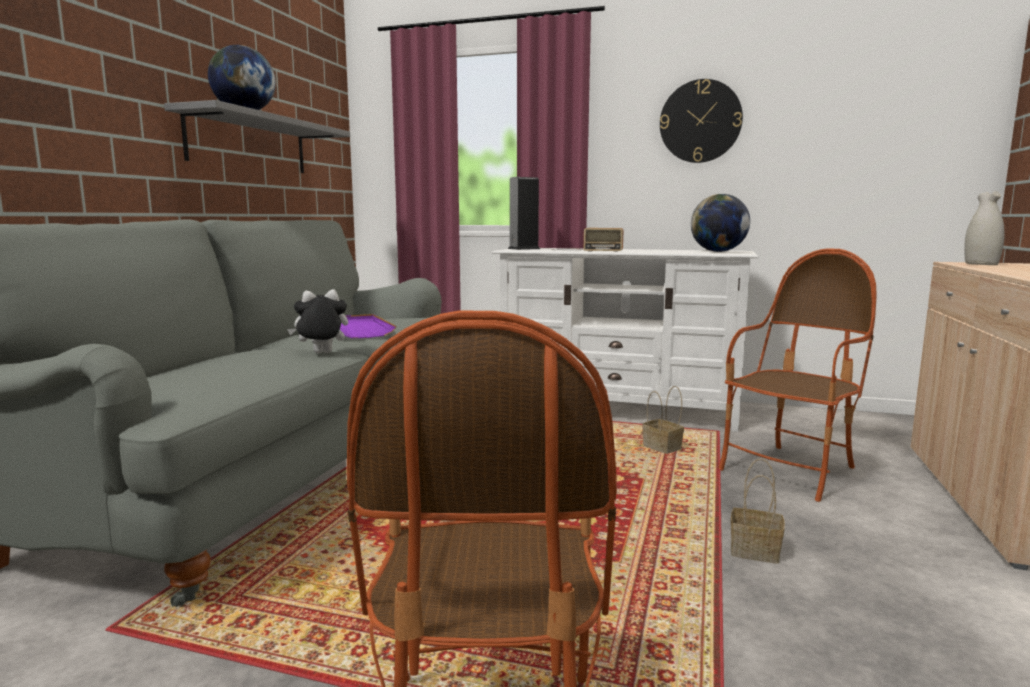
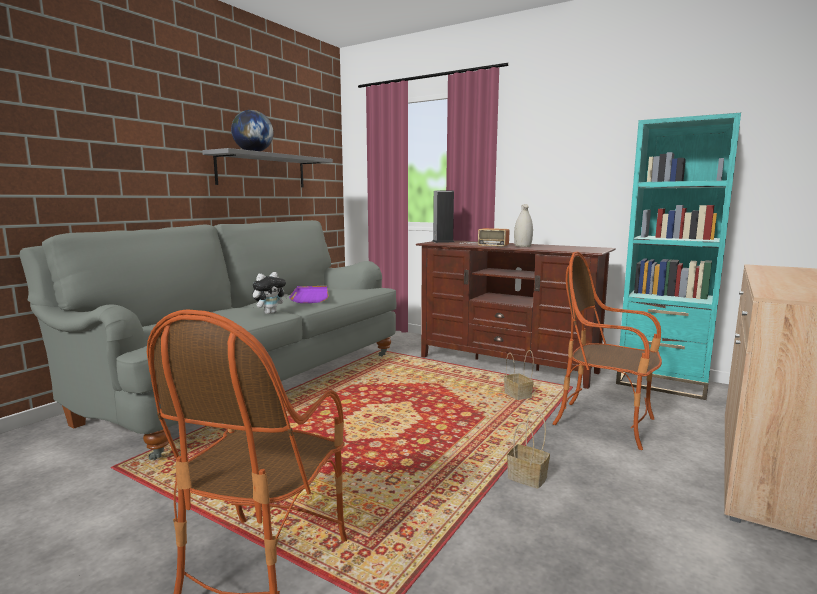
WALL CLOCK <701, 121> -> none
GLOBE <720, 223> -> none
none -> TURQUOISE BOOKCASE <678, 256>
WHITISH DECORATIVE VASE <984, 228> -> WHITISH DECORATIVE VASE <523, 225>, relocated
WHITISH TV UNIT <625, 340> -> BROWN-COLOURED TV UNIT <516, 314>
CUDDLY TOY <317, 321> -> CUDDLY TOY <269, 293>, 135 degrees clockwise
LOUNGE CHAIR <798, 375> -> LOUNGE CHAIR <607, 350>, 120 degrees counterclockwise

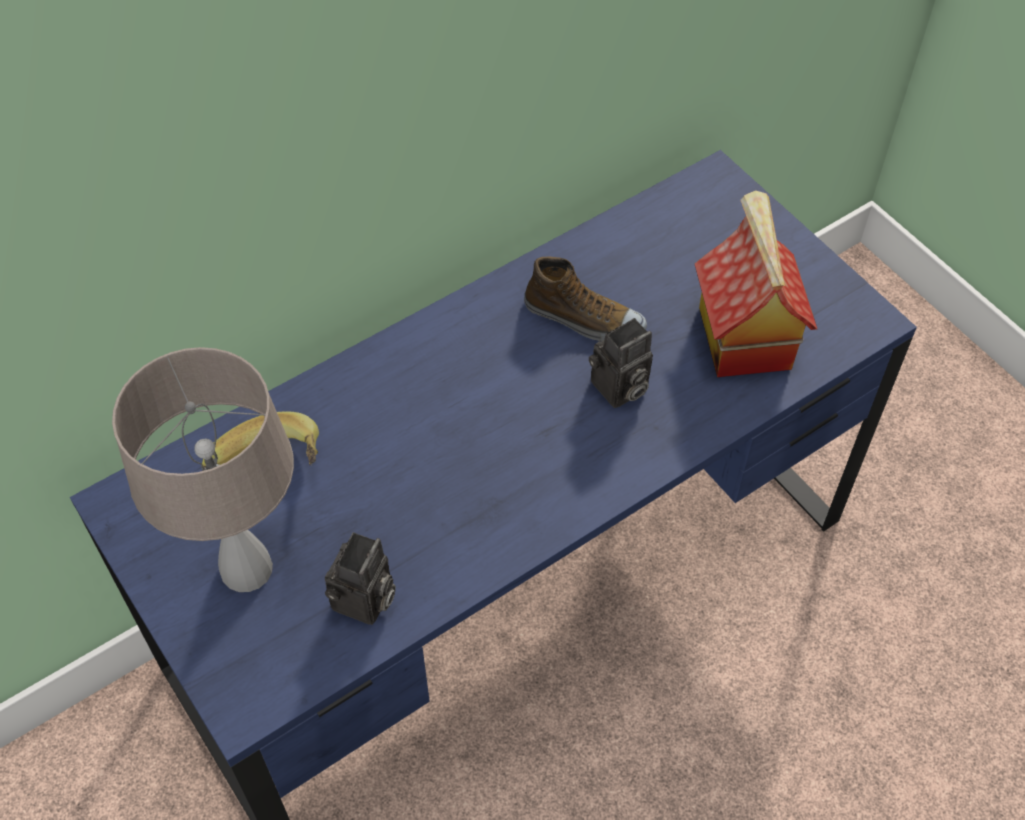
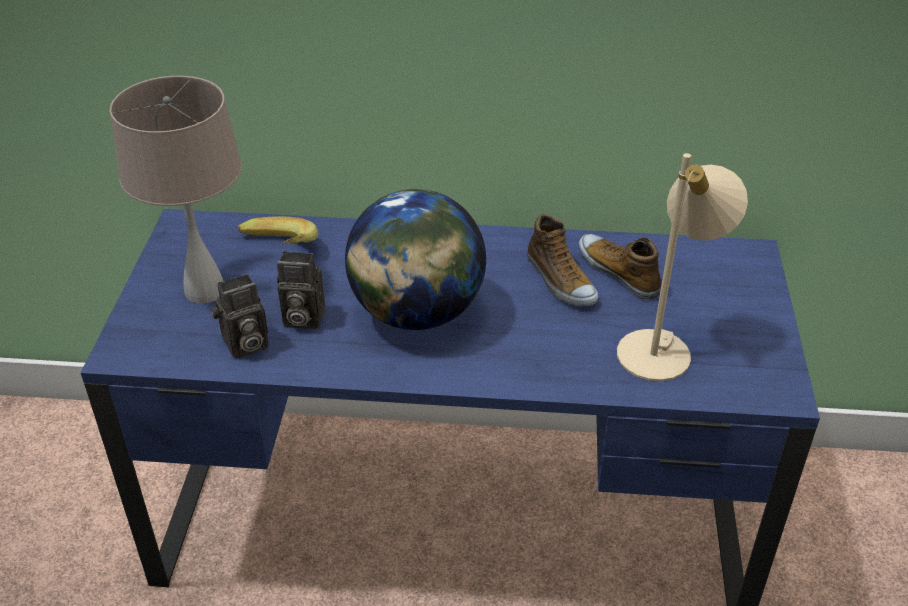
none -> GLOBE <415, 259>
none -> LOW SHOE <620, 267>
PHOTO CAMERA <621, 363> -> PHOTO CAMERA <301, 290>, relocated
MODEL HOUSE <756, 283> -> SAND-COLOURED LAMP FOR A TABLE <682, 267>

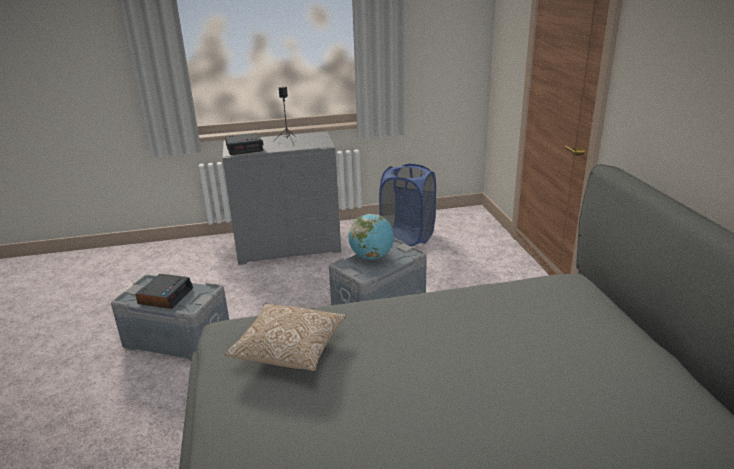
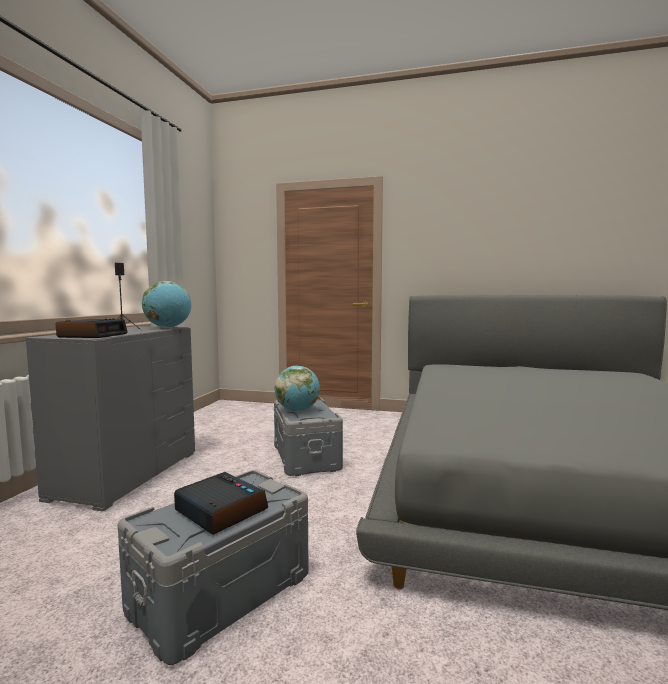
THROW PILLOW <285, 337> -> none
BLUE-COLOURED WASHING BASKET <407, 205> -> none
none -> GLOBE <166, 304>

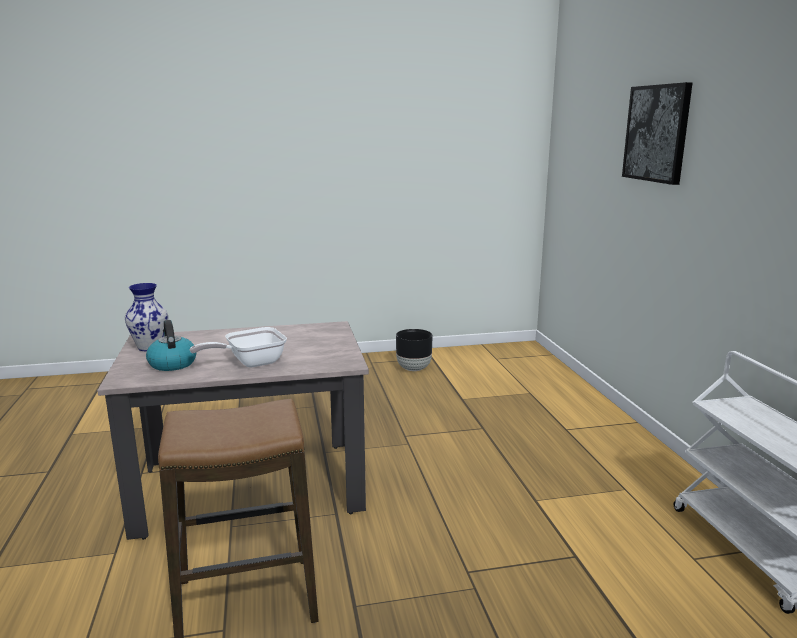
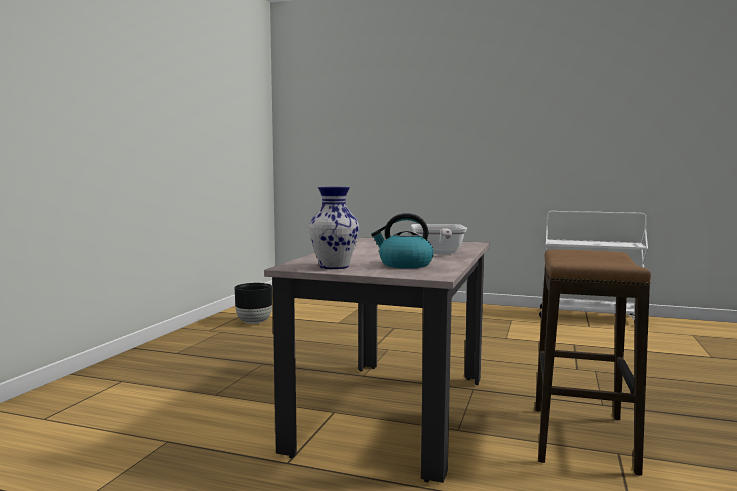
WALL ART <657, 133> -> none

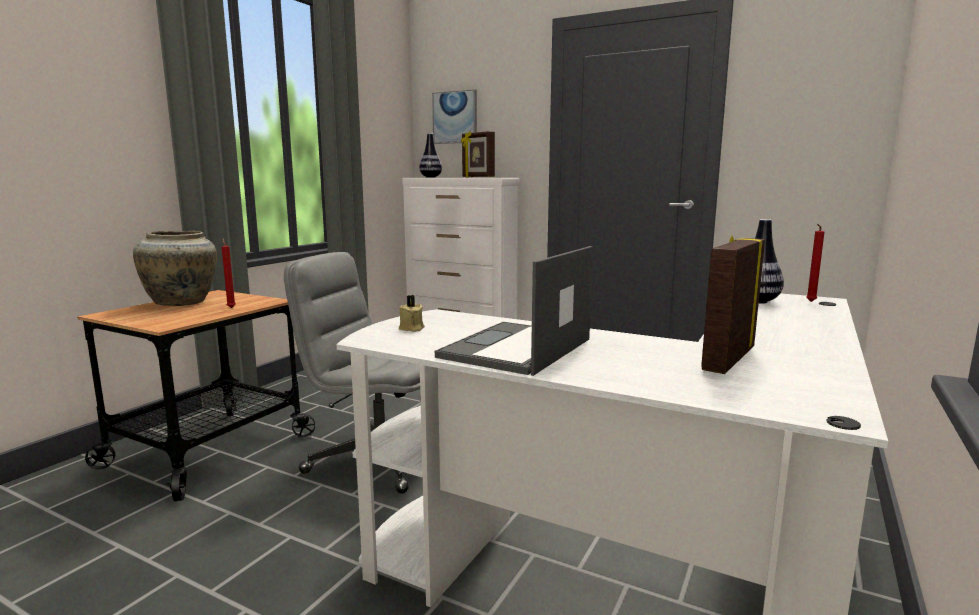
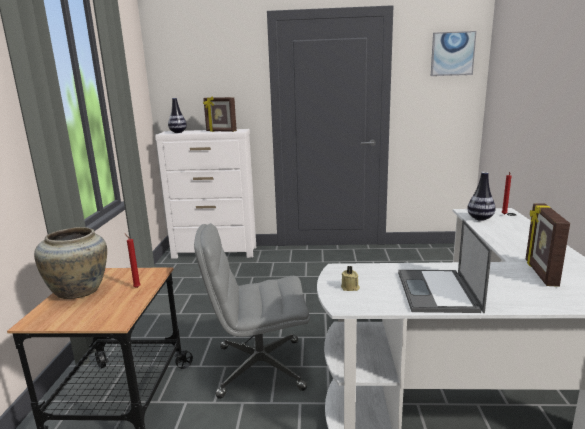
WALL ART <454, 116> -> WALL ART <454, 53>, relocated

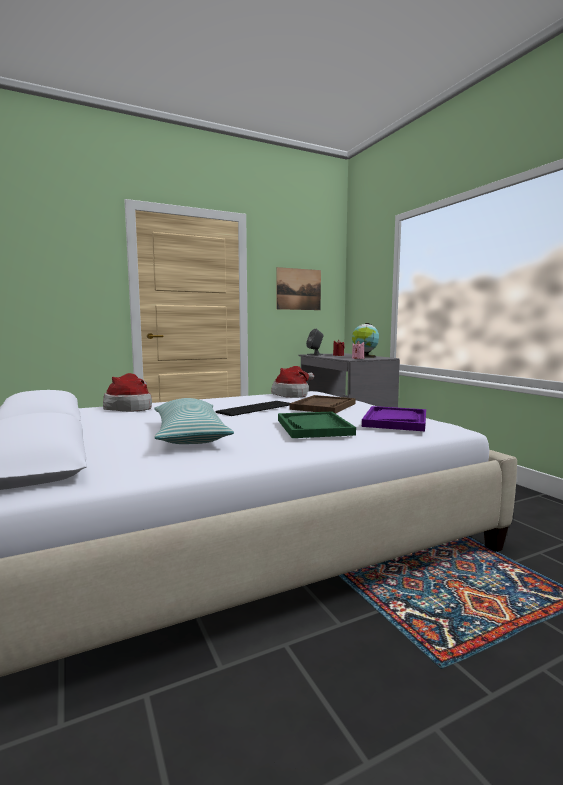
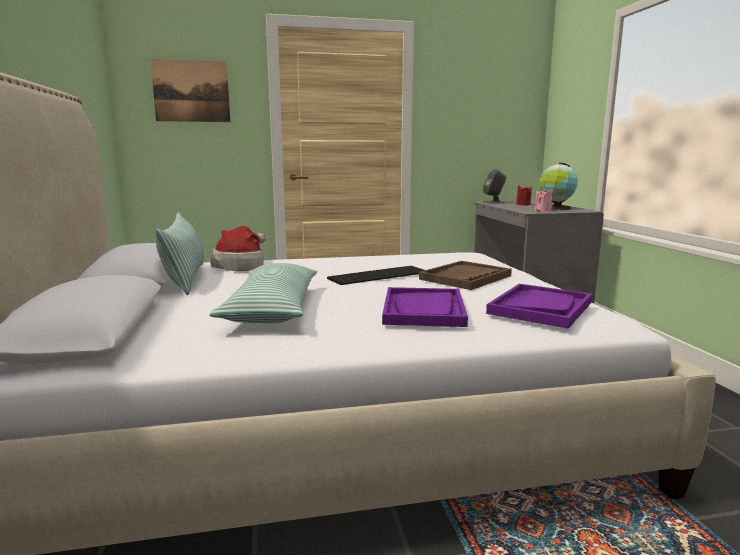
HAT <292, 382> -> none
none -> THROW PILLOW <179, 254>
WALL ART <299, 288> -> WALL ART <190, 90>, relocated
GREEN-COLOURED TRAY <317, 425> -> PURPLE TRAY <425, 307>

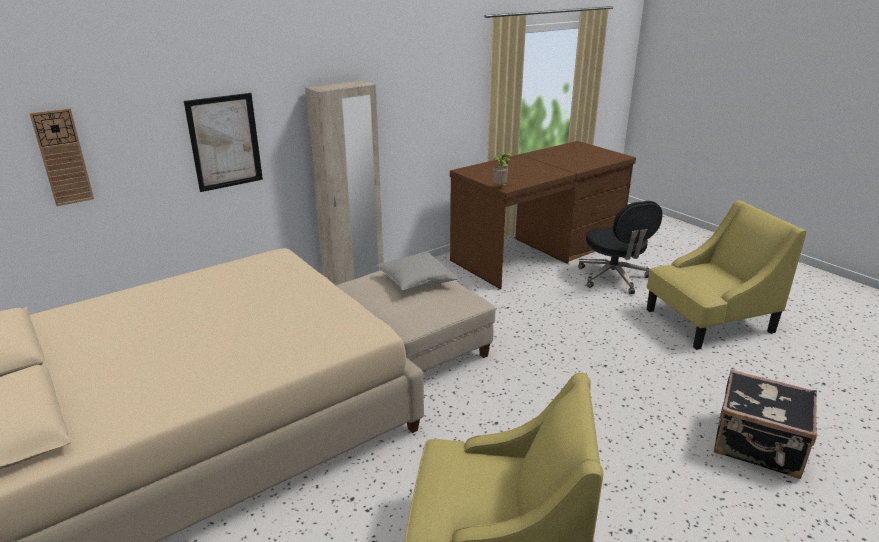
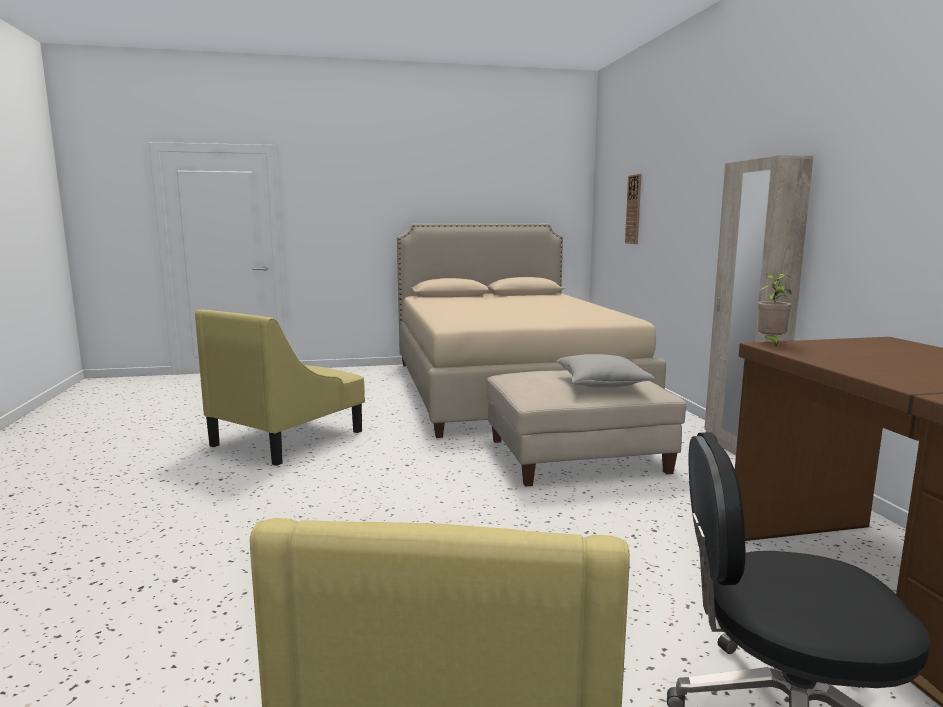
WALL ART <223, 142> -> none
BLACK-COLOURED SUITCASE <765, 424> -> none

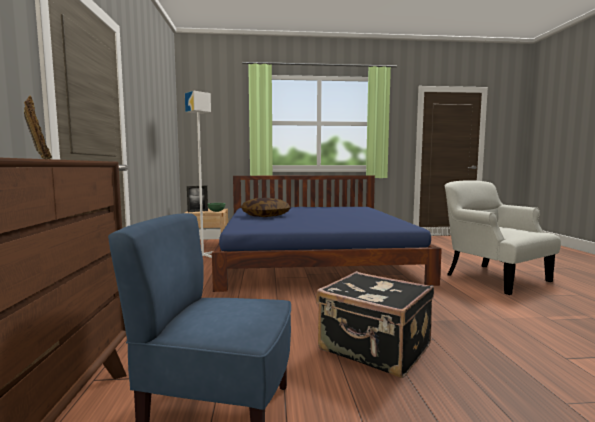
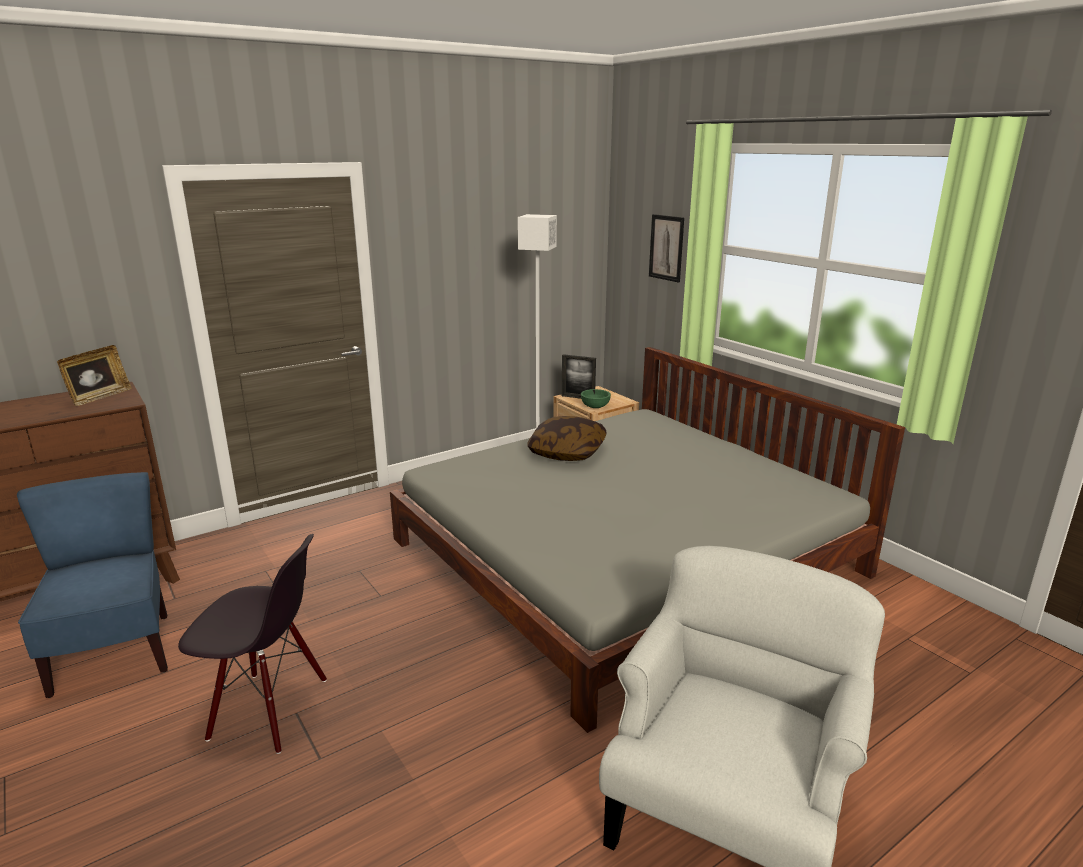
none -> WALL ART <666, 248>
BLACK-COLOURED SUITCASE <375, 324> -> BLACK-COLOURED CHAIR <252, 644>
BLUE-COLOURED SLEEPING BED <327, 233> -> GREY SLEEPING BED <647, 540>

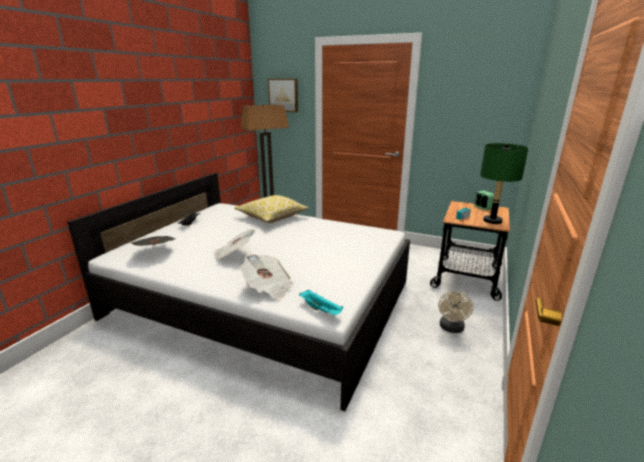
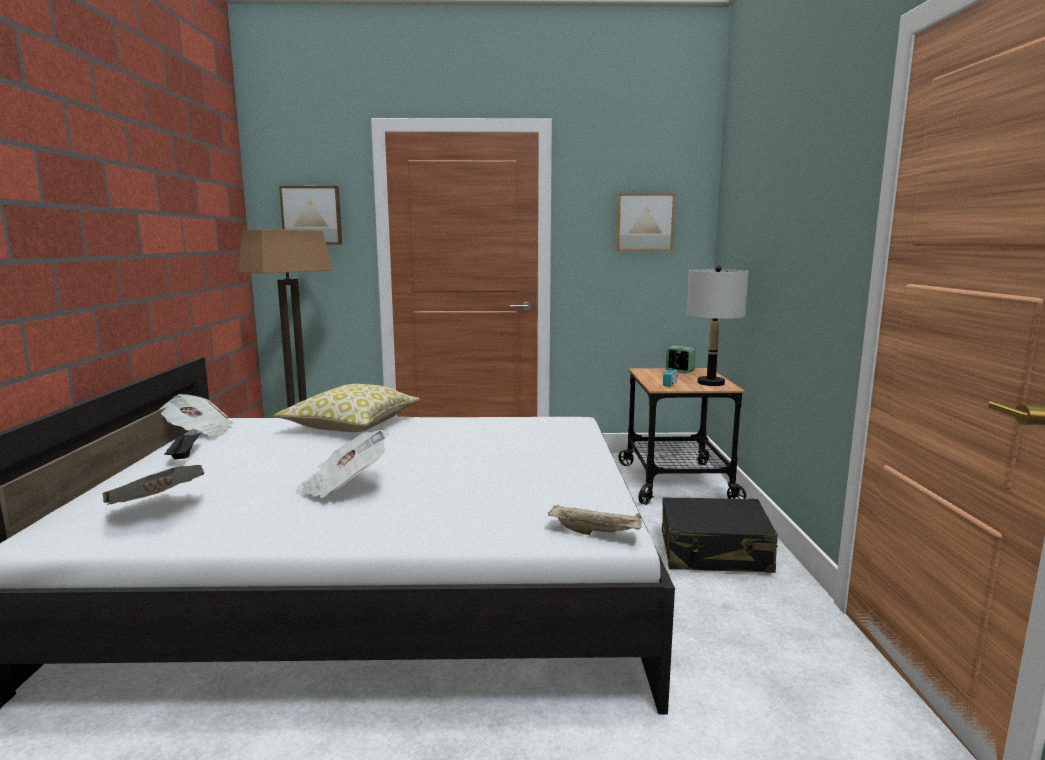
none -> WALL ART <645, 222>
NEWSPAPER <266, 277> -> NEWSPAPER <196, 415>, relocated
SAND-COLOURED ELECTRIC FAN <455, 312> -> BLACK-COLOURED SUITCASE <720, 535>
TURQUOISE TRAY <321, 303> -> SAND-COLOURED TRAY <595, 519>
GREEN-COLOURED LAMP FOR A TABLE <504, 183> -> GREY LAMP FOR A TABLE <717, 326>

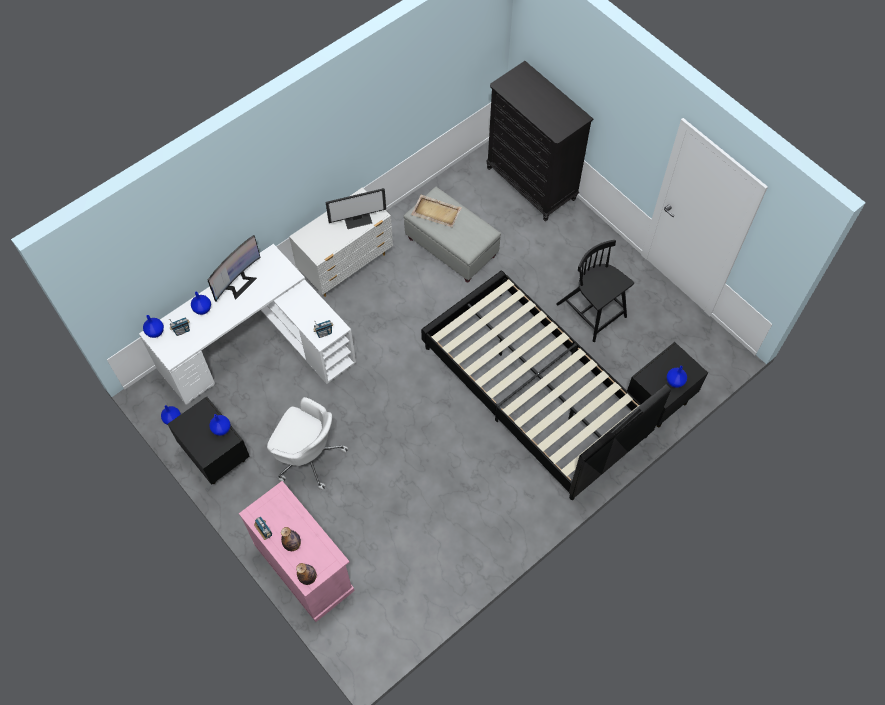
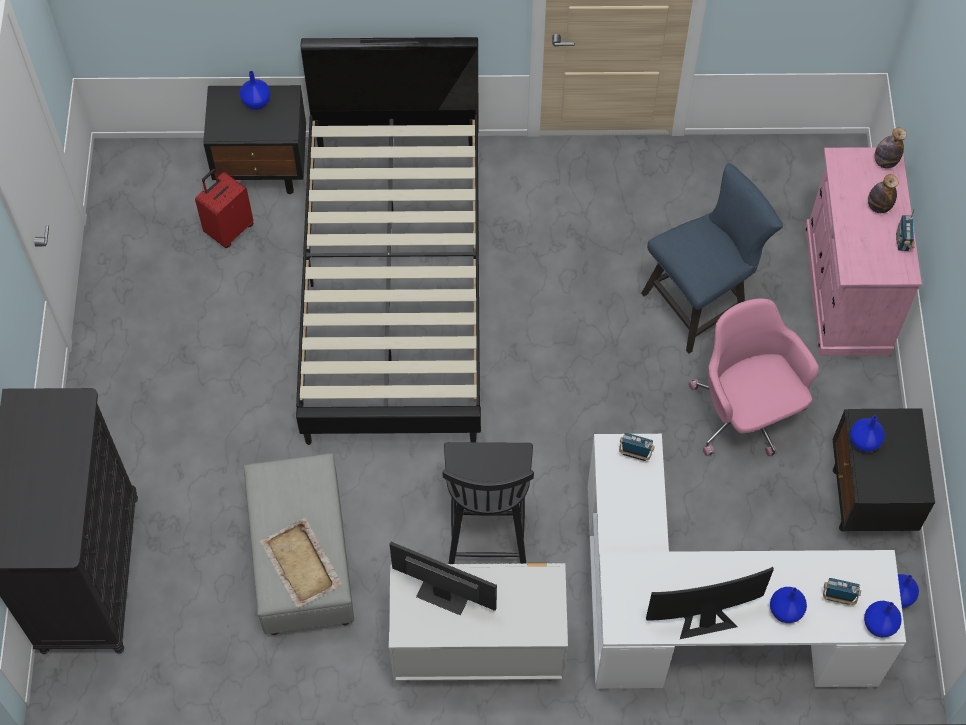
none -> RED-COLOURED SUITCASE <224, 208>
none -> BLUE-COLOURED CHAIR <712, 258>
BLACK-COLOURED CHAIR <595, 291> -> BLACK-COLOURED CHAIR <488, 503>, relocated
WHITISH DESK CHAIR <307, 443> -> PINK-COLOURED DESK CHAIR <754, 377>

